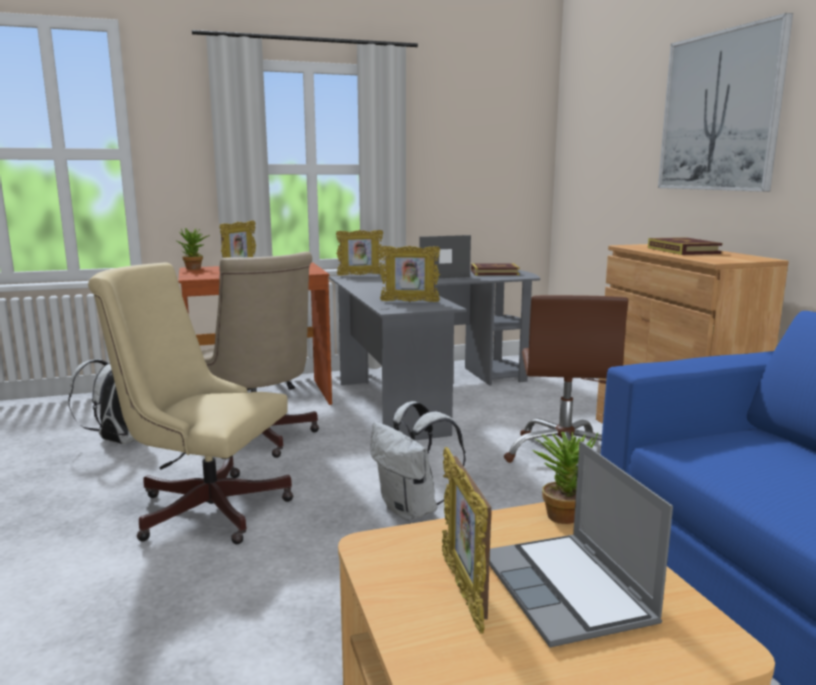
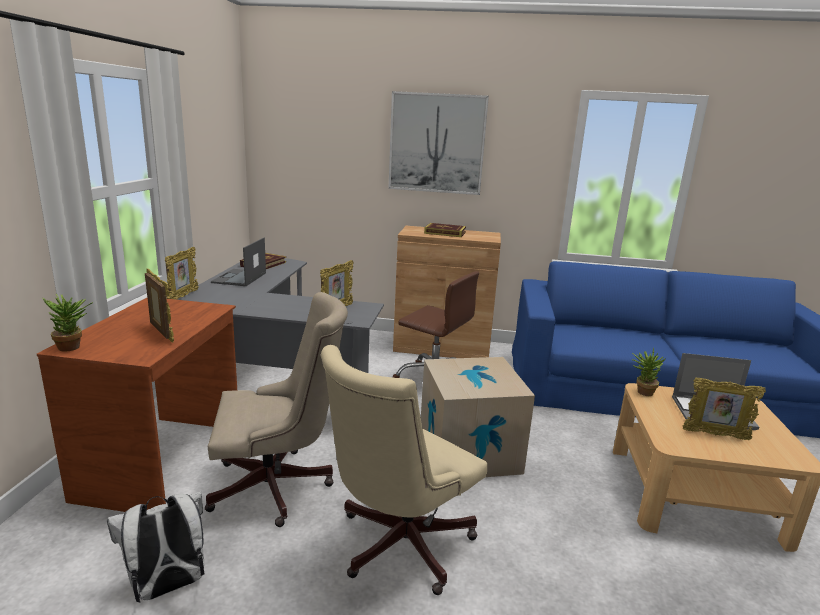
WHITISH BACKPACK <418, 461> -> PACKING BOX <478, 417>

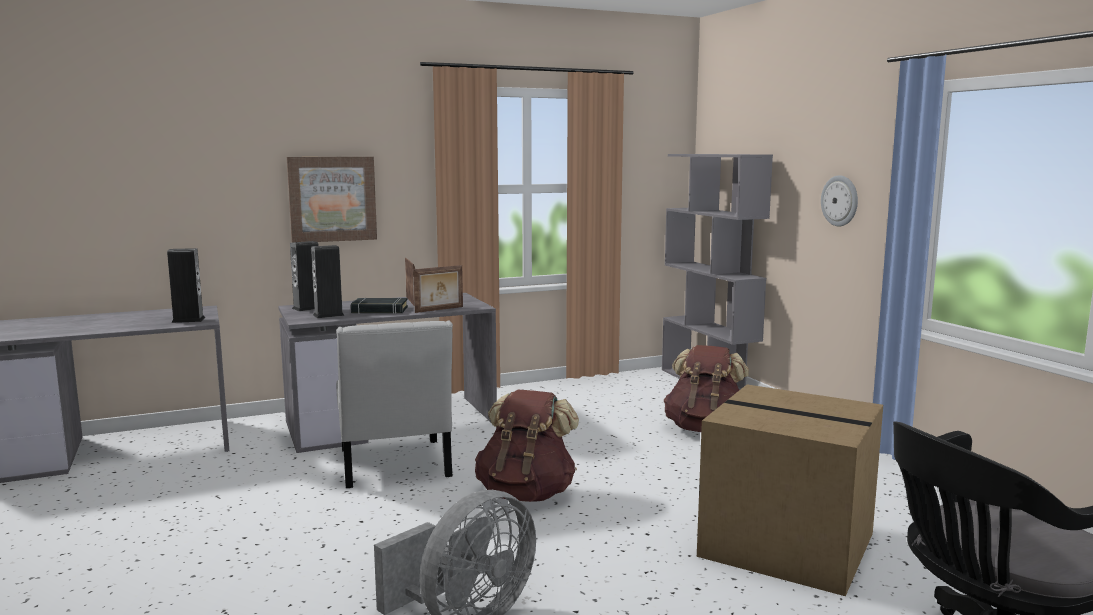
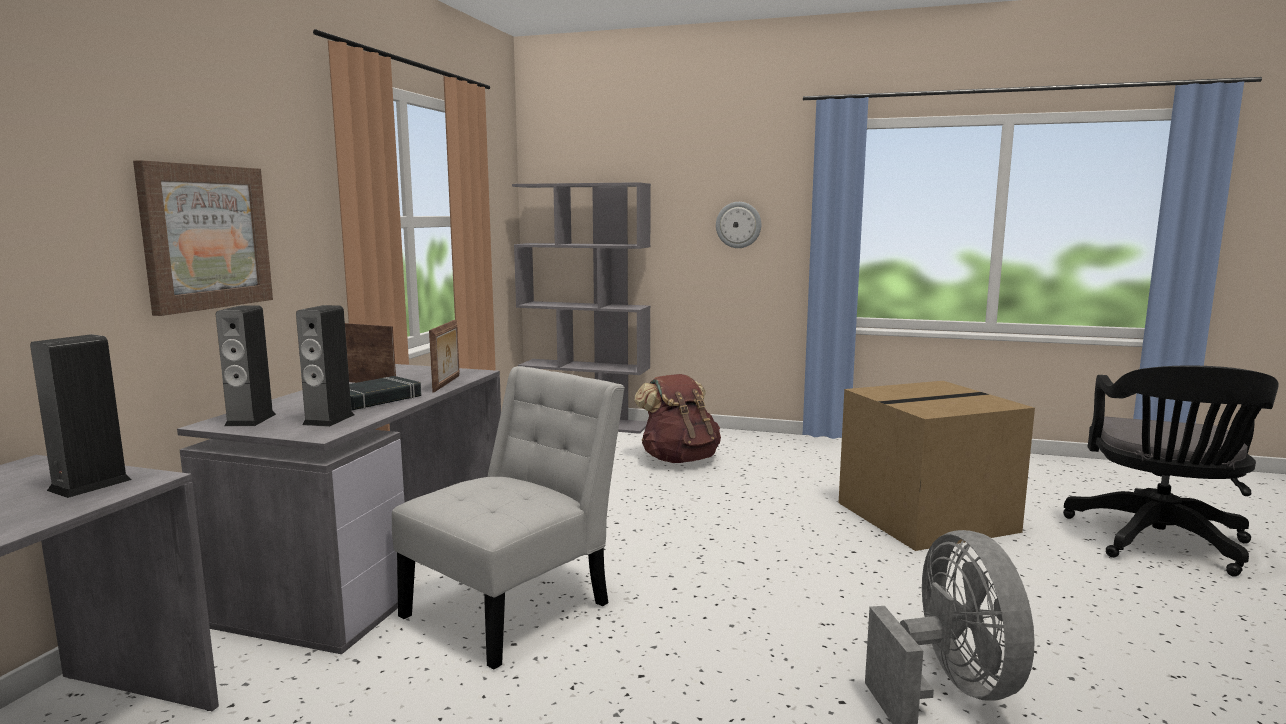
BROWN-COLOURED BACKPACK <527, 446> -> none
WHITISH CHAIR <394, 404> -> WHITISH CHAIR <508, 517>, 75 degrees counterclockwise

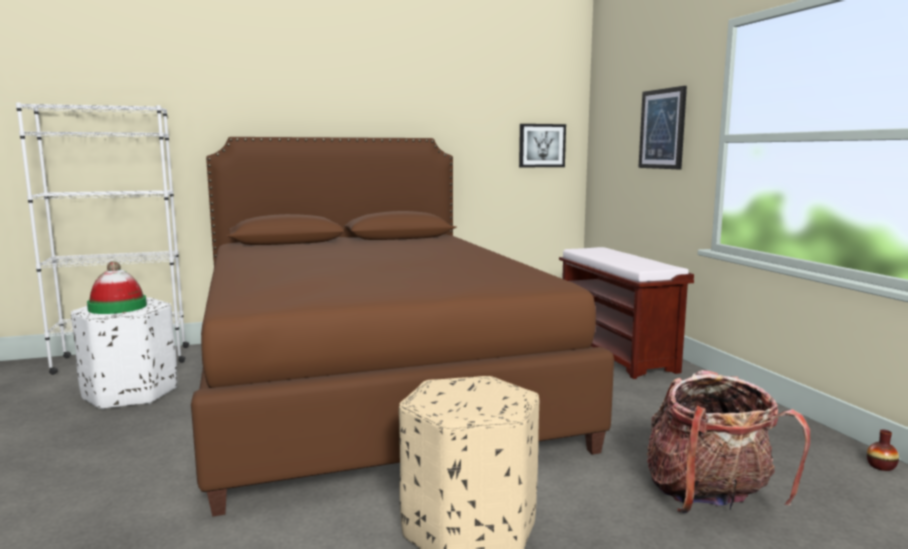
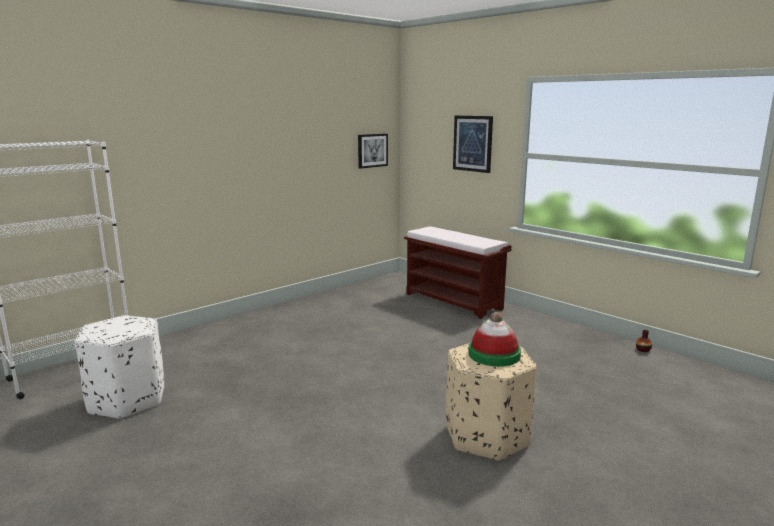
BROWN-COLOURED SLEEPING BED <402, 327> -> none
BACKPACK <728, 441> -> none
HAT <117, 287> -> HAT <494, 339>, relocated

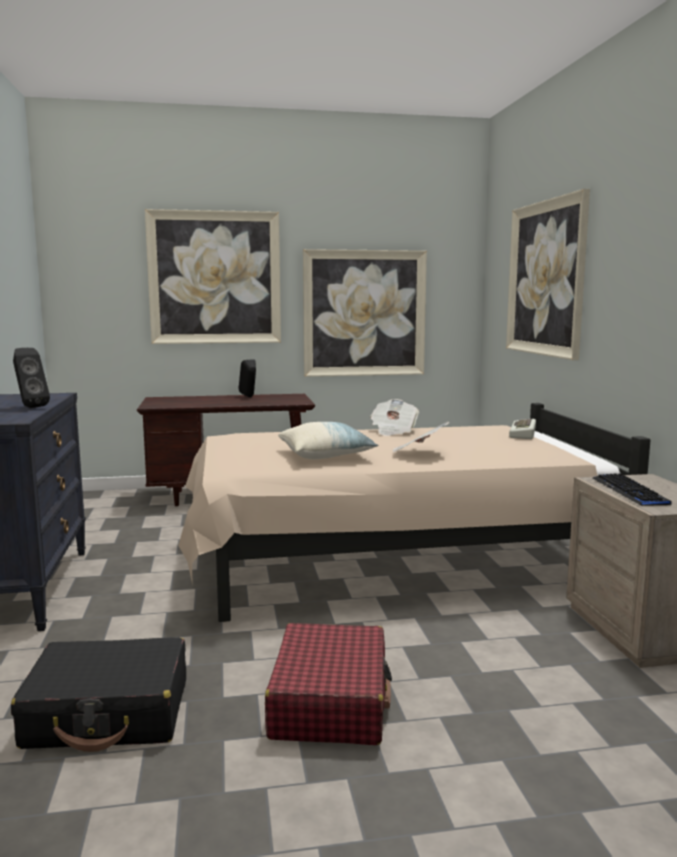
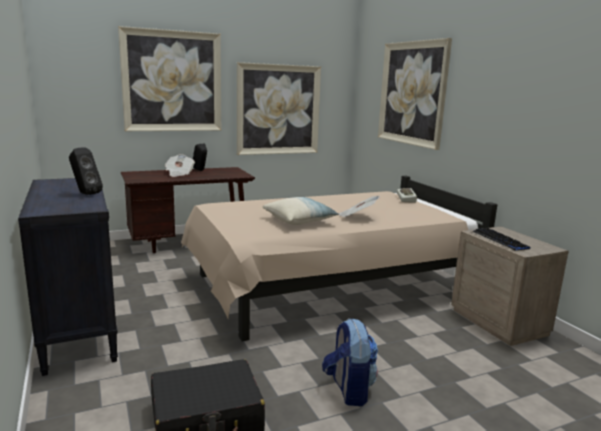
NEWSPAPER <394, 417> -> NEWSPAPER <180, 165>, relocated
RED-COLOURED SUITCASE <328, 684> -> BACKPACK <350, 362>

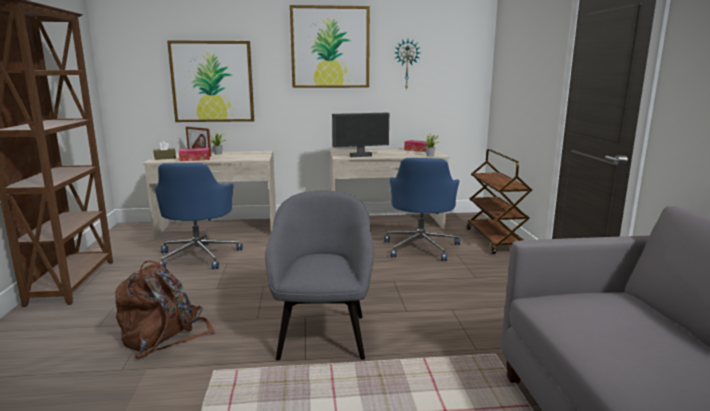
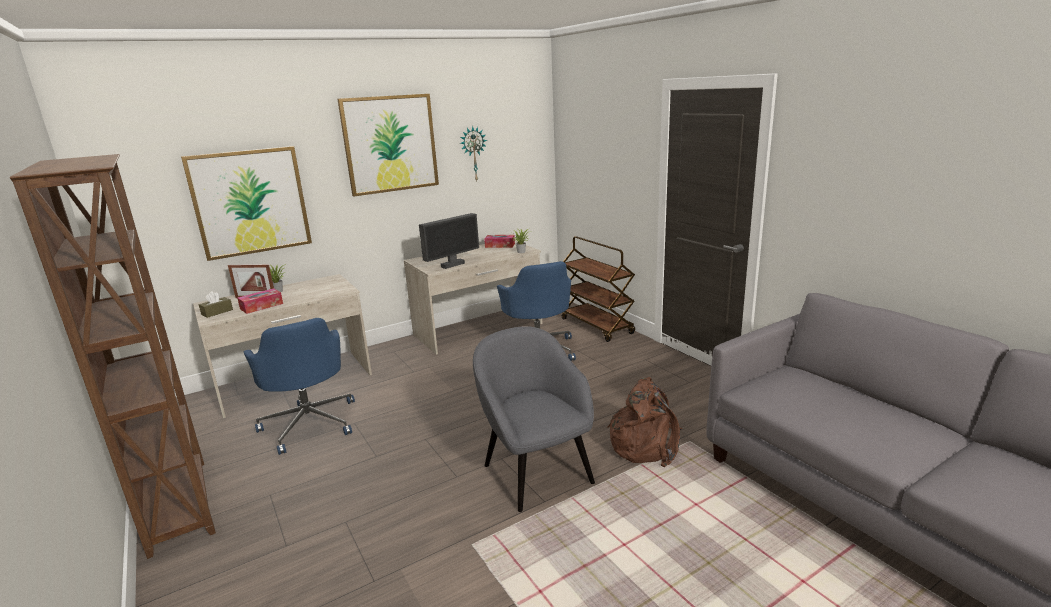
BROWN-COLOURED BACKPACK <165, 310> -> BROWN-COLOURED BACKPACK <645, 422>, relocated

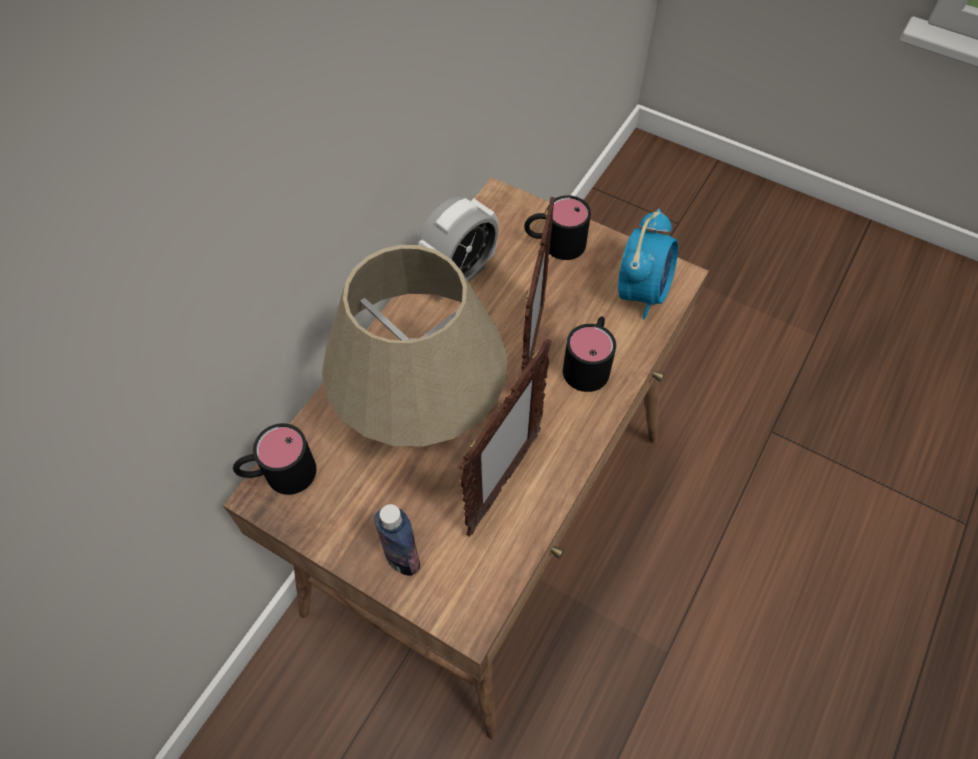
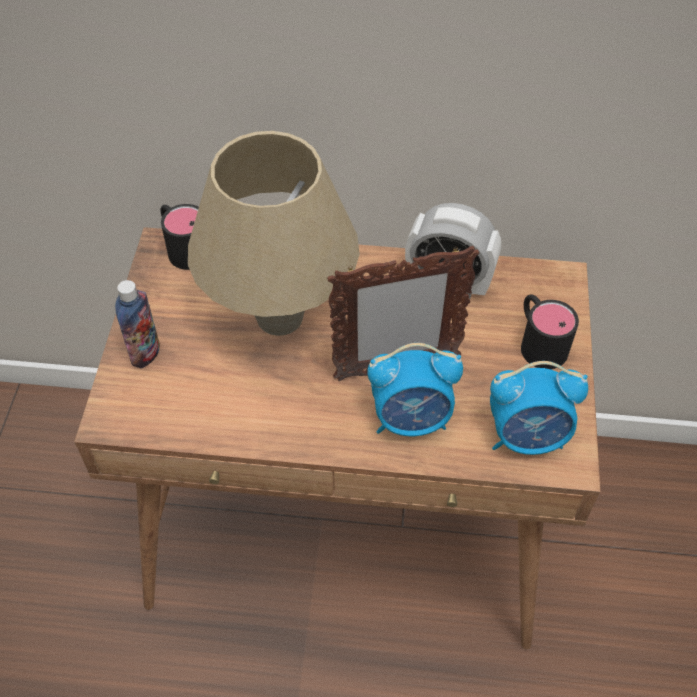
STANDING FRAME <505, 437> -> none
BLACK-COLOURED COFFEE MUG <589, 354> -> ALARM CLOCK <415, 389>

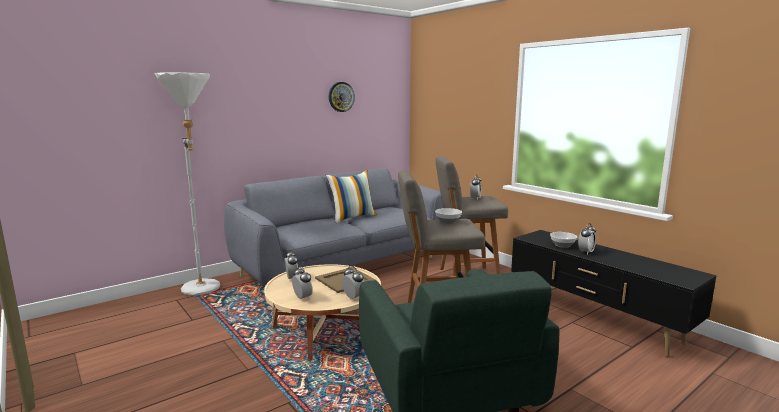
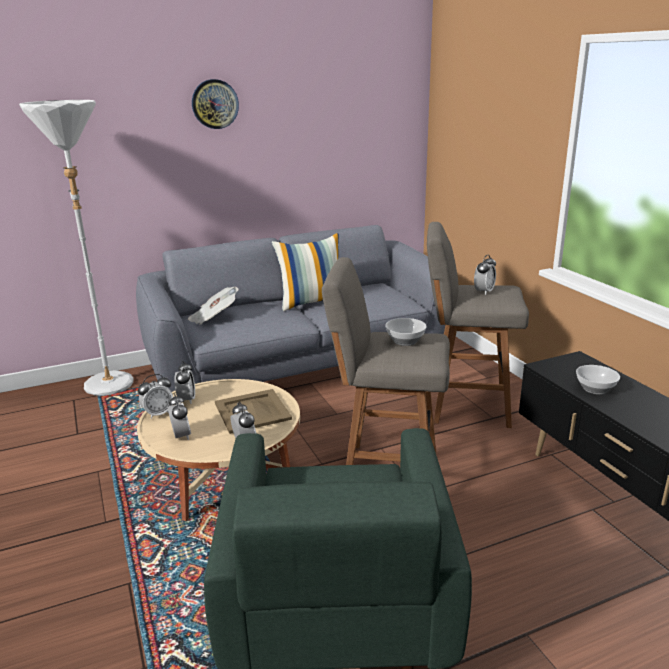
none -> NEWSPAPER <213, 306>
WALL CLOCK <342, 97> -> WALL CLOCK <215, 104>, relocated
ALARM CLOCK <587, 239> -> ALARM CLOCK <155, 396>, relocated

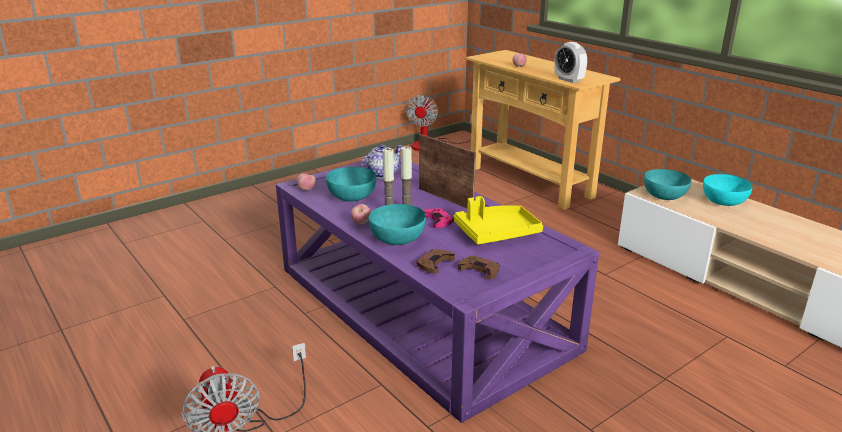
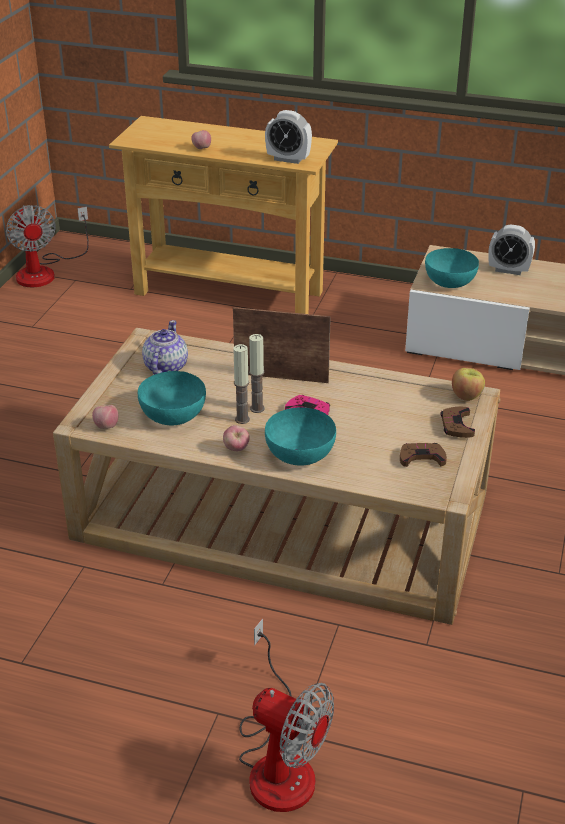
YELLOW-COLOURED TRAY <498, 220> -> none
none -> APPLE FRUIT <468, 384>
BROWN-COLOURED GAMEPAD <435, 261> -> BROWN-COLOURED GAMEPAD <457, 422>, relocated
TURQUOISE BOWL <728, 190> -> ALARM CLOCK <511, 250>
PURPLE LOUNGE TABLE <437, 289> -> SAND-COLOURED LOUNGE TABLE <277, 476>

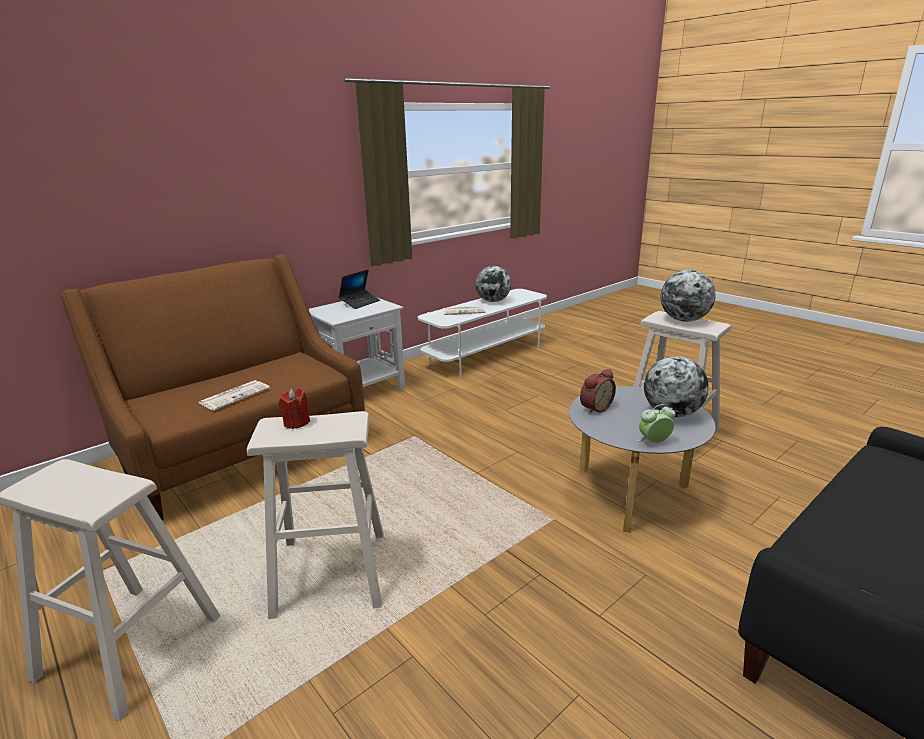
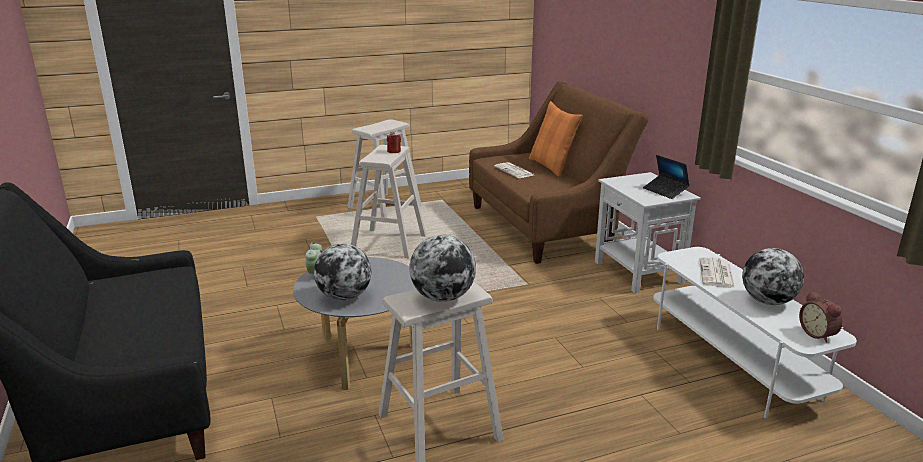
none -> ORANGE THROW PILLOW <556, 139>
ALARM CLOCK <598, 391> -> ALARM CLOCK <821, 317>, relocated

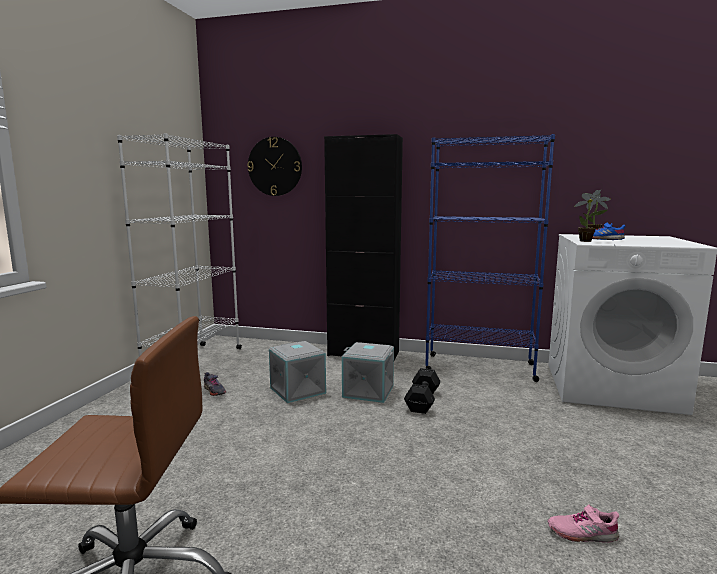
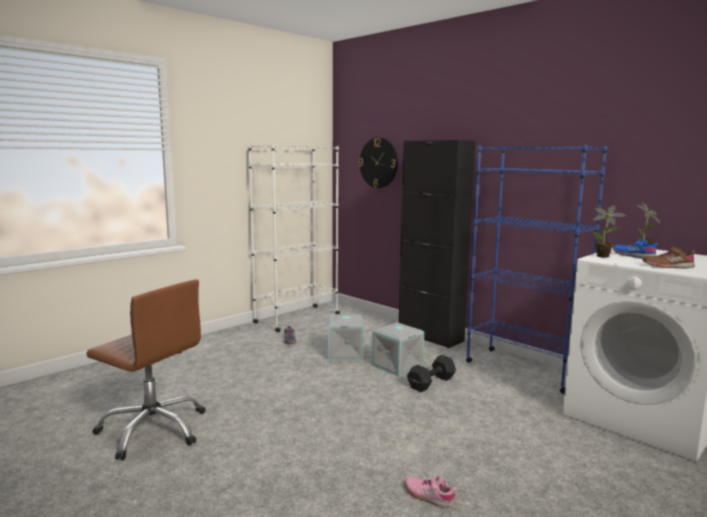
none -> BROWN-COLOURED LOW SHOE <668, 257>

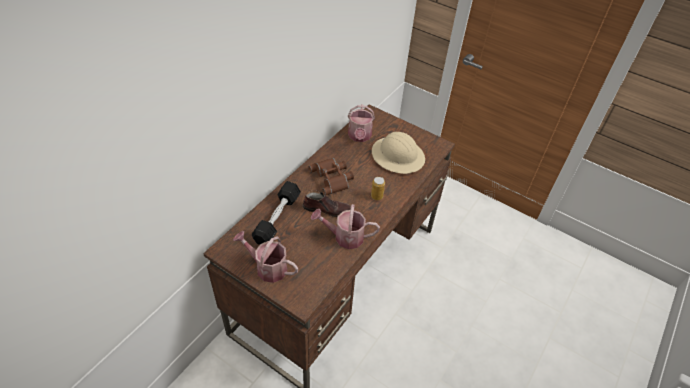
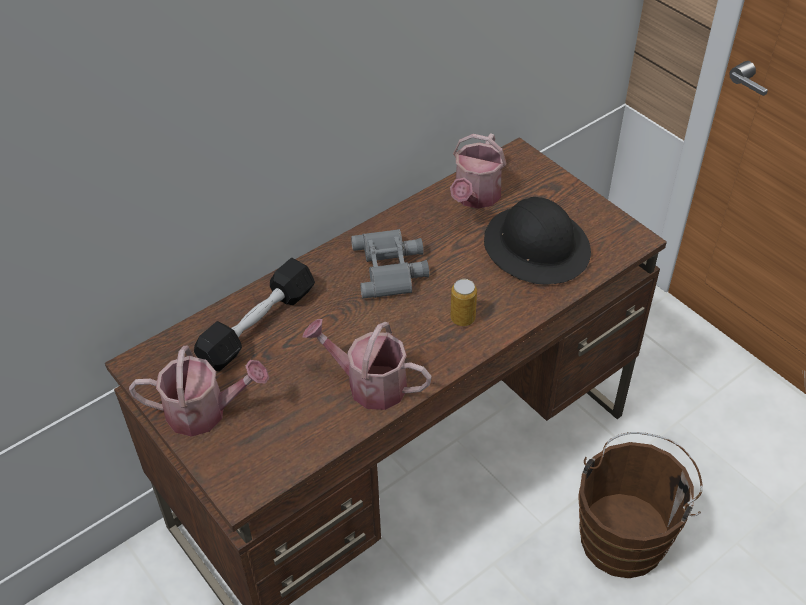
BROWN-COLOURED LOW SHOE <327, 203> -> none
none -> BROWN-COLOURED WATER BUCKET <641, 505>
BROWN-COLOURED FIELD GLASSES <331, 176> -> GREY FIELD GLASSES <390, 264>
SAND-COLOURED SAFETY HELMET <398, 153> -> BLACK-COLOURED SAFETY HELMET <537, 240>
SPRINKLING CAN <265, 257> -> SPRINKLING CAN <199, 391>, 135 degrees clockwise

